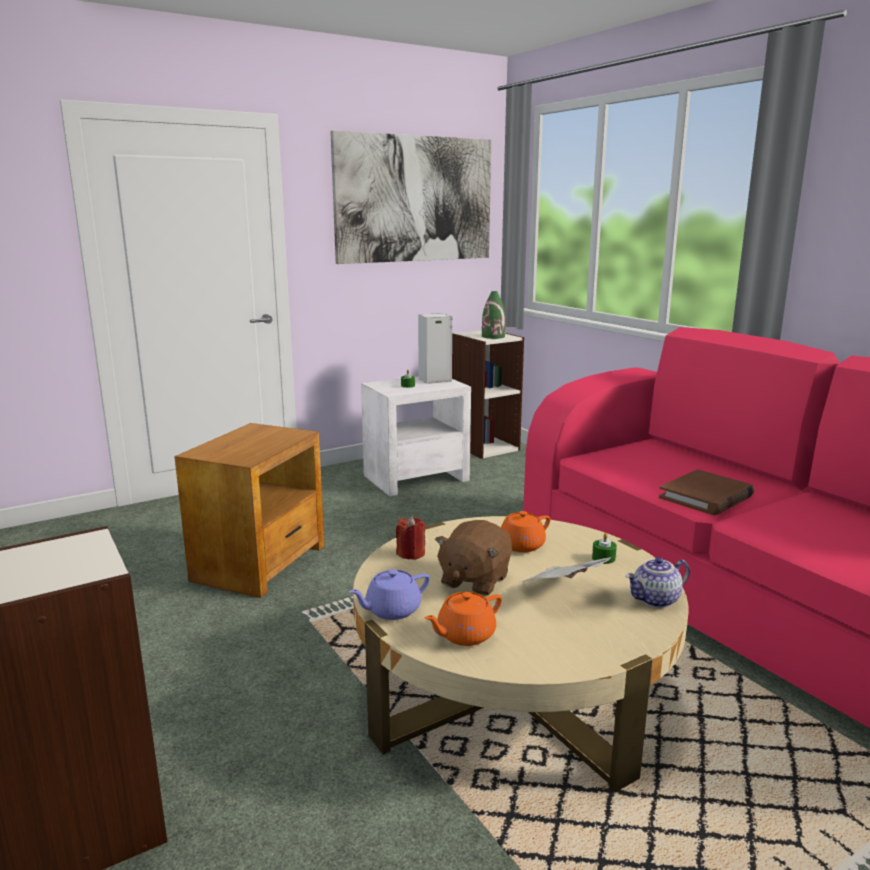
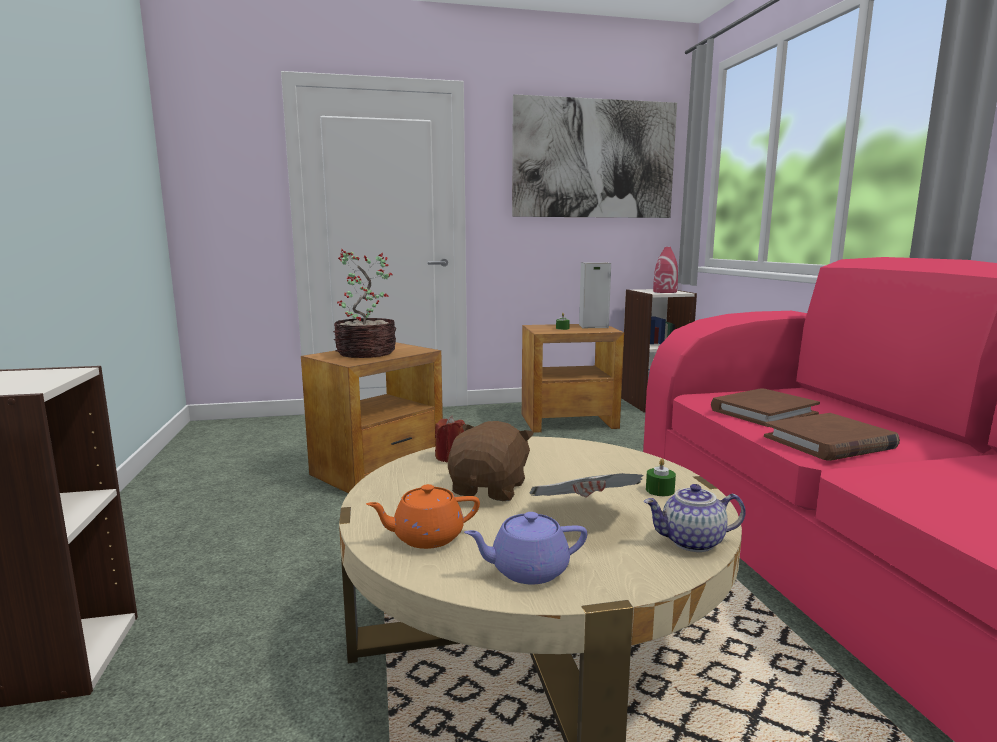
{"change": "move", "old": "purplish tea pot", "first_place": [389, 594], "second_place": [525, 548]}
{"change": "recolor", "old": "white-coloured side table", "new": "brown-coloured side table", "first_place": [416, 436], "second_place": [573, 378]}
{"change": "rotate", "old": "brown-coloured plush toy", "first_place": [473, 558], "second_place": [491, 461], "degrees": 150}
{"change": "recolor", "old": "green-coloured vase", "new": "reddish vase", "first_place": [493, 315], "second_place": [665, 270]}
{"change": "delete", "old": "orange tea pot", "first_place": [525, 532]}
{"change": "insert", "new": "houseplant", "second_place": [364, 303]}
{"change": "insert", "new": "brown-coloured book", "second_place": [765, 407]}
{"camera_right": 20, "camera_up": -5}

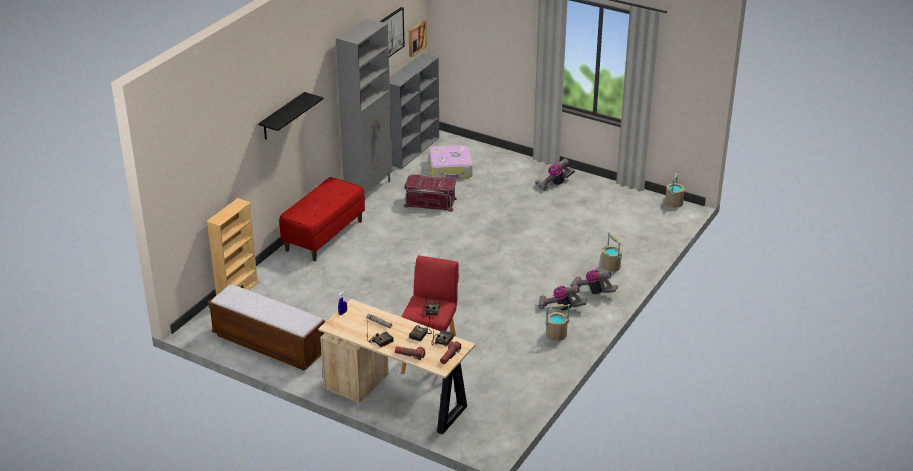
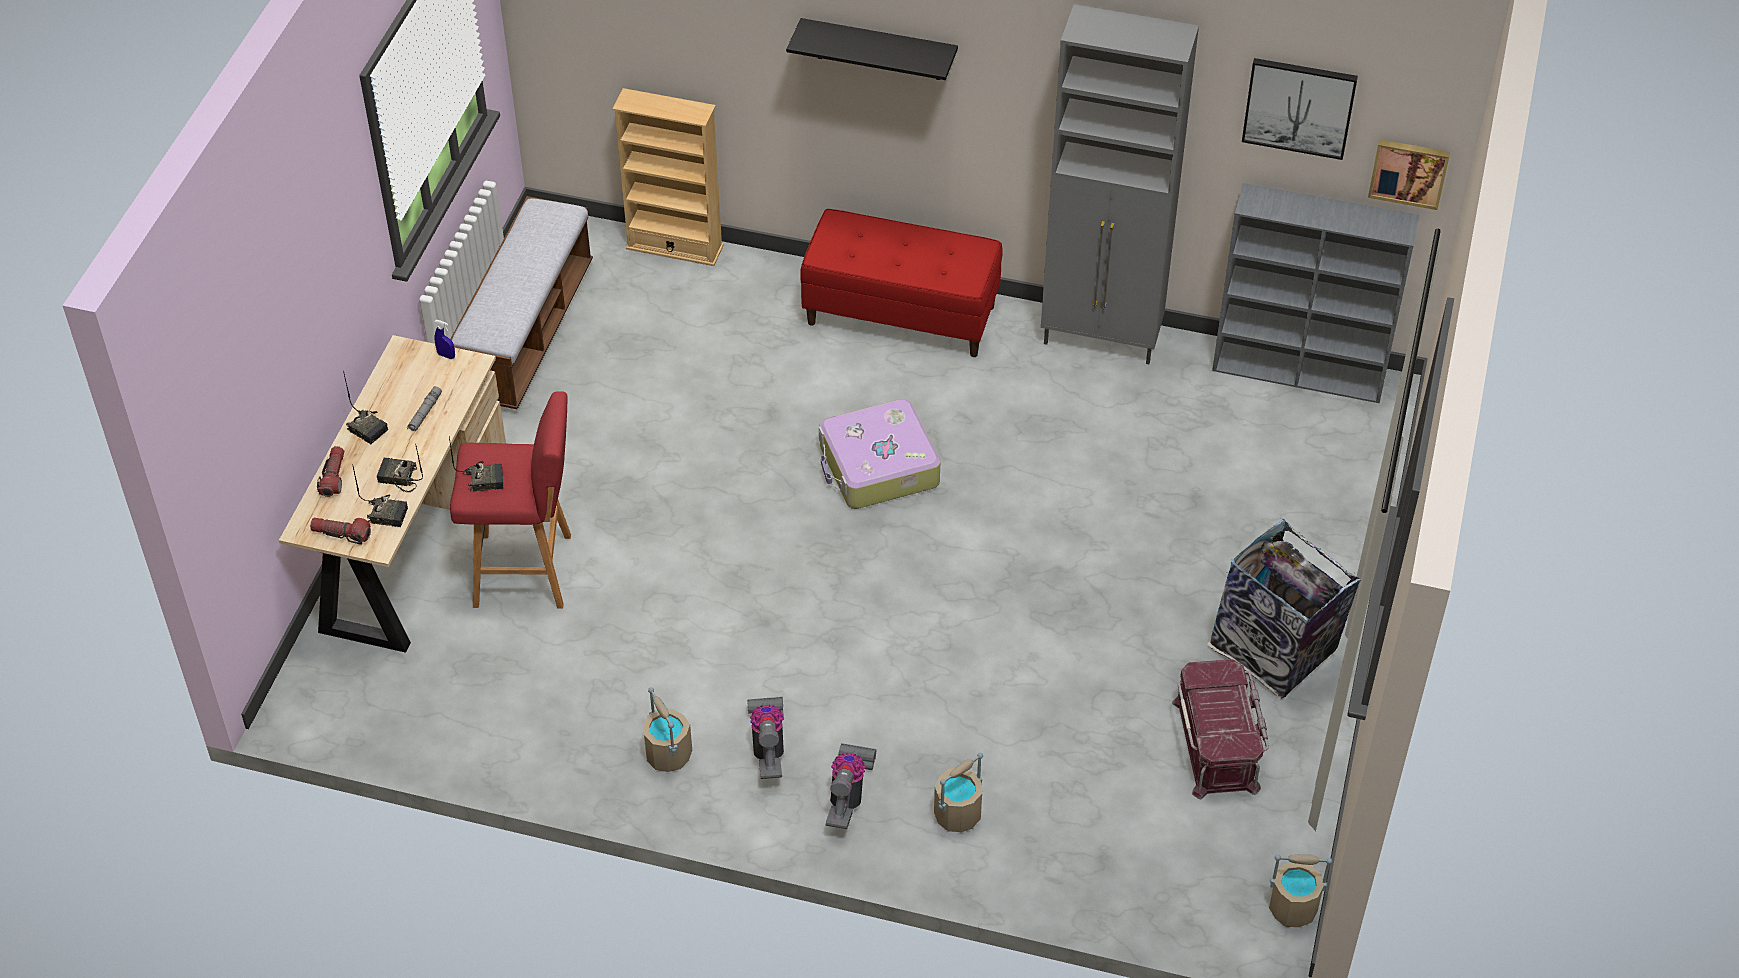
{"change": "move", "old": "reddish storage box", "first_place": [430, 193], "second_place": [1220, 729]}
{"change": "move", "old": "travel case", "first_place": [451, 162], "second_place": [879, 454]}
{"change": "replace", "old": "vacuum cleaner", "new": "waste bin", "first_place": [555, 174], "second_place": [1284, 609]}
{"camera_right": 75, "camera_up": 15}

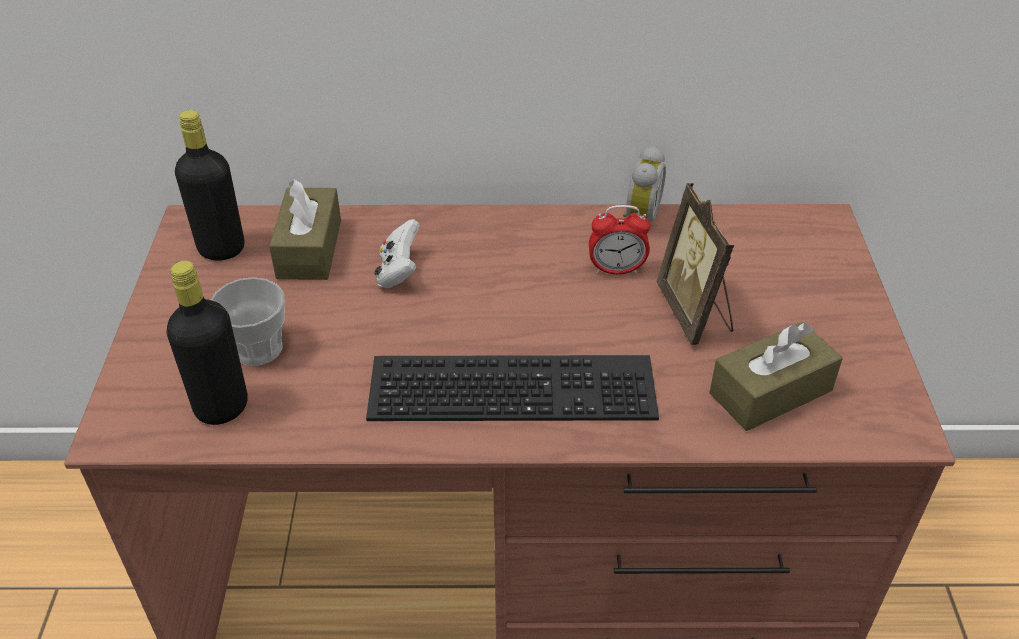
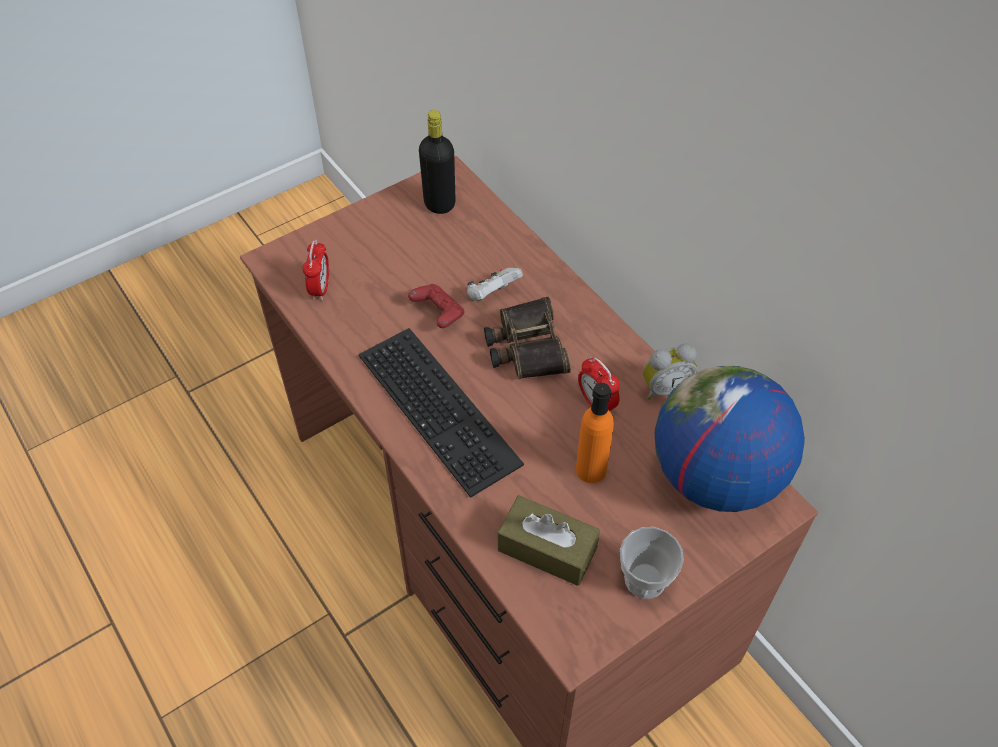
{"change": "replace", "old": "black-coloured drink bottle", "new": "bedside clock", "first_place": [207, 343], "second_place": [315, 270]}
{"change": "move", "old": "small cup", "first_place": [248, 321], "second_place": [652, 563]}
{"change": "delete", "old": "brown-coloured tissue holder", "first_place": [305, 230]}
{"change": "replace", "old": "standing frame", "new": "orange drink bottle", "first_place": [695, 264], "second_place": [595, 433]}
{"change": "insert", "new": "reddish gamepad", "second_place": [436, 306]}
{"change": "insert", "new": "binoculars", "second_place": [527, 338]}
{"change": "insert", "new": "desk globe", "second_place": [730, 438]}
{"camera_right": 55, "camera_up": 10}

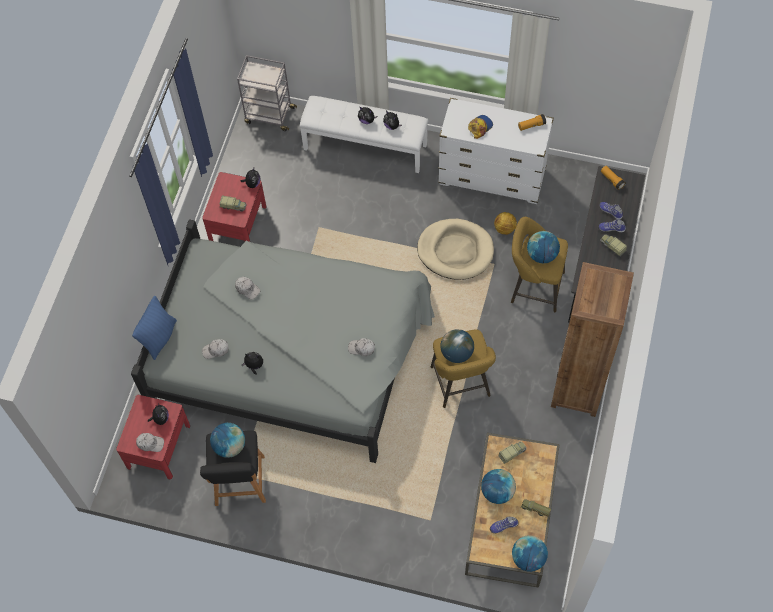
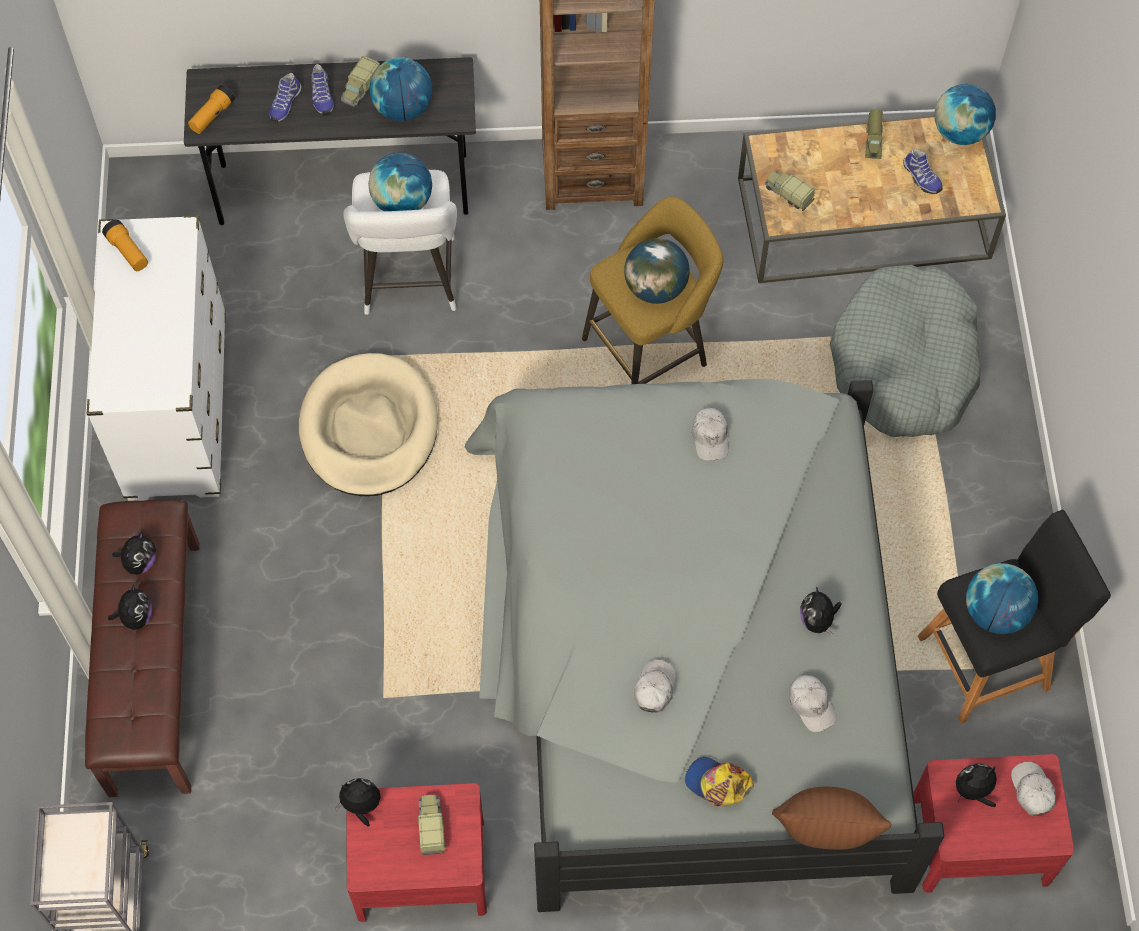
{"change": "recolor", "old": "bluish pillow", "new": "brown-coloured pillow", "first_place": [154, 328], "second_place": [831, 818]}
{"change": "recolor", "old": "white-coloured bench", "new": "brown-coloured bench", "first_place": [364, 134], "second_place": [142, 648]}
{"change": "move", "old": "peaked cap", "first_place": [480, 127], "second_place": [719, 781]}
{"change": "move", "old": "desk globe", "first_place": [498, 486], "second_place": [401, 89]}
{"change": "delete", "old": "ball for football", "first_place": [505, 223]}
{"change": "recolor", "old": "yellow stool seat", "new": "white-coloured stool seat", "first_place": [539, 265], "second_place": [400, 242]}
{"change": "insert", "new": "greyish dog bed", "second_place": [905, 351]}
{"camera_right": -110, "camera_up": 0}

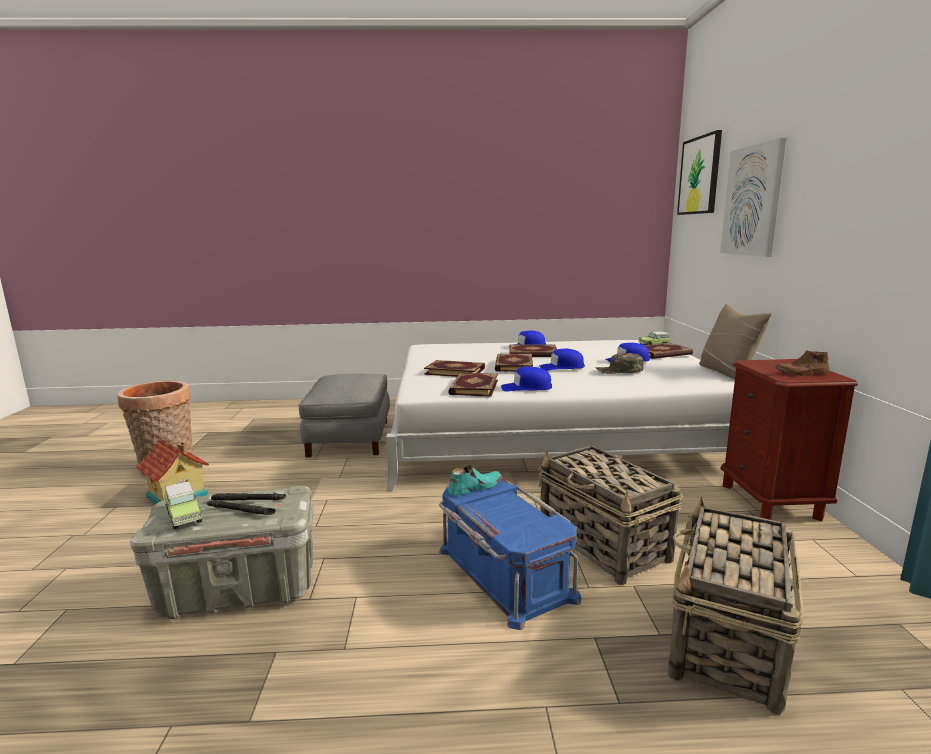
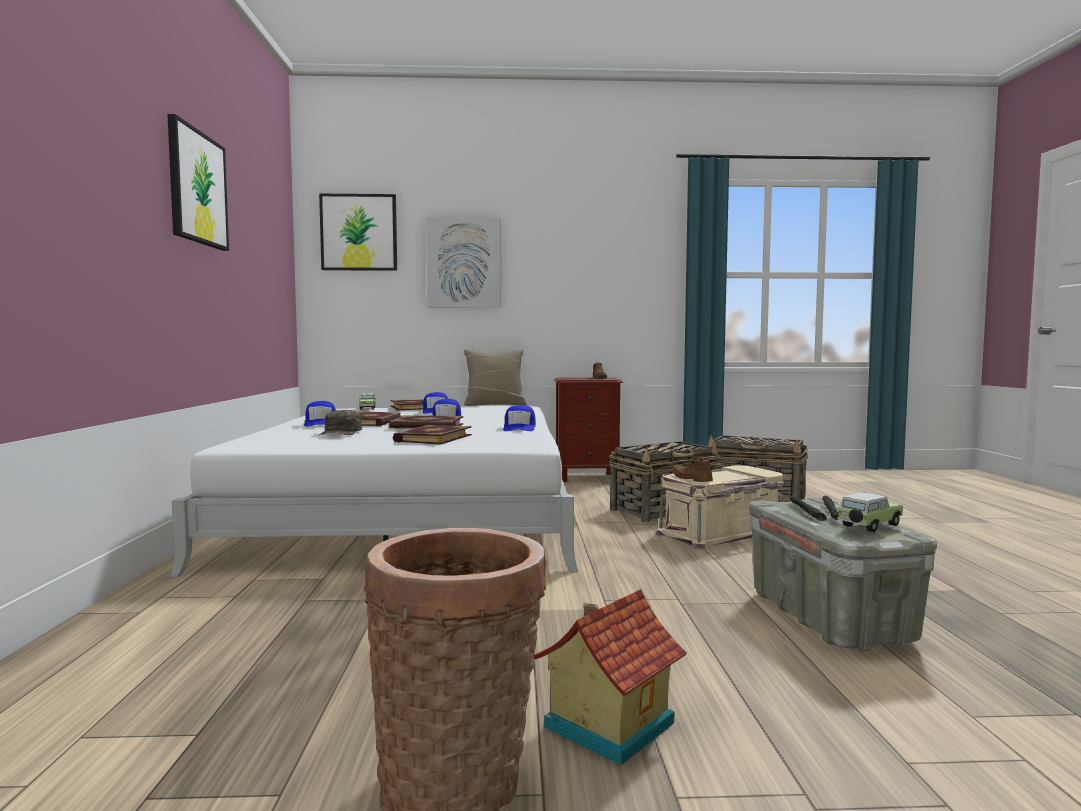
{"change": "delete", "old": "greyish pouffe", "first_place": [344, 415]}
{"change": "recolor", "old": "bluish storage box", "new": "beige-coloured storage box", "first_place": [510, 553], "second_place": [720, 507]}
{"change": "delete", "old": "book", "first_place": [473, 385]}
{"change": "recolor", "old": "turquoise item of footwear", "new": "brown-coloured item of footwear", "first_place": [475, 480], "second_place": [692, 469]}
{"change": "move", "old": "green-coloured peaked cap", "first_place": [619, 363], "second_place": [340, 422]}
{"change": "insert", "new": "picture", "second_place": [198, 182]}
{"camera_right": -90, "camera_up": -10}

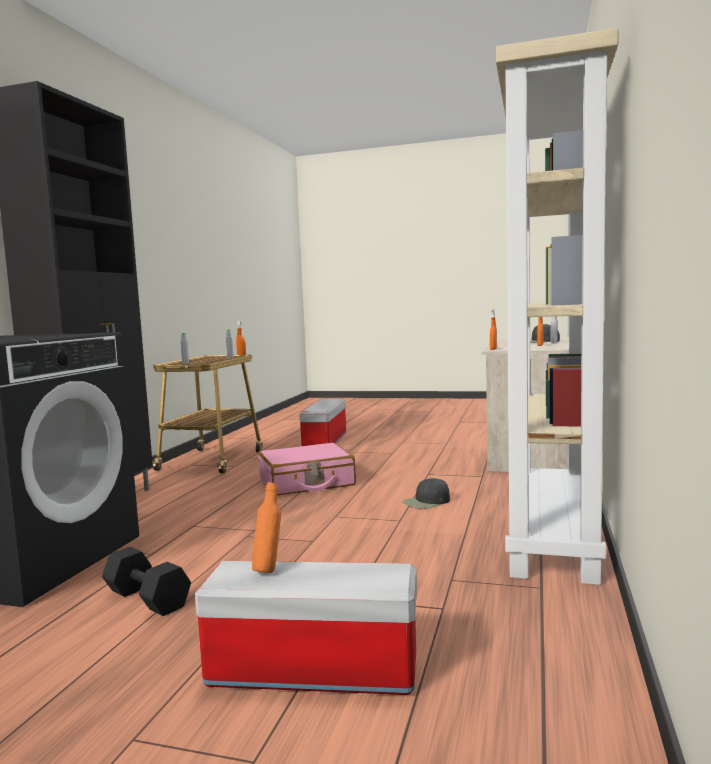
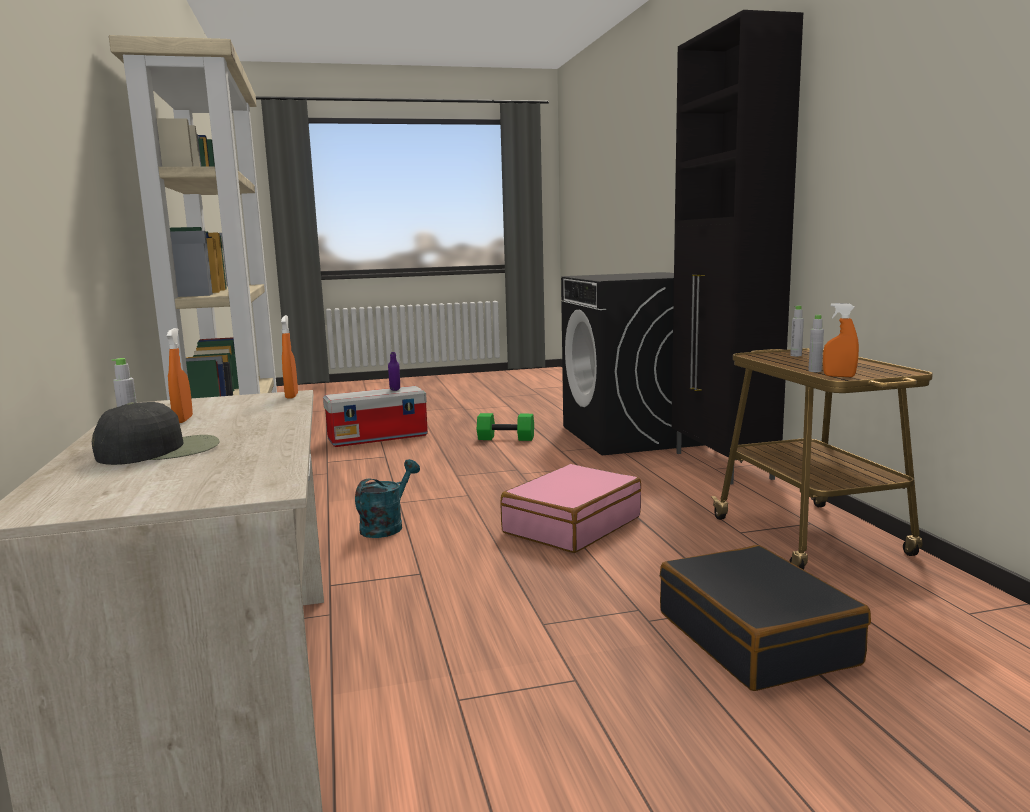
{"change": "recolor", "old": "black-coloured hand weight", "new": "green-coloured hand weight", "first_place": [146, 581], "second_place": [505, 427]}
{"change": "recolor", "old": "orange drink bottle", "new": "purplish drink bottle", "first_place": [266, 527], "second_place": [394, 371]}
{"change": "replace", "old": "storage box", "new": "black-coloured travel case", "first_place": [323, 422], "second_place": [765, 618]}
{"change": "replace", "old": "black-coloured peaked cap", "new": "turquoise watering can", "first_place": [426, 493], "second_place": [387, 498]}
{"camera_right": 150, "camera_up": 5}

